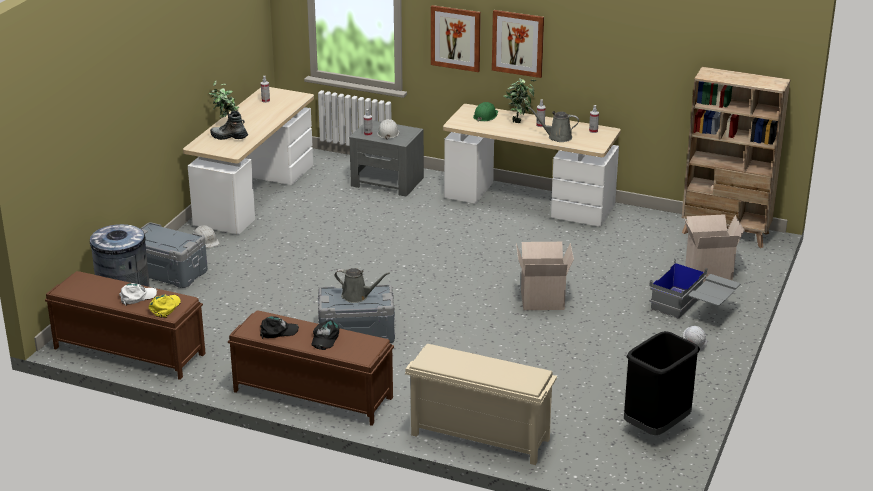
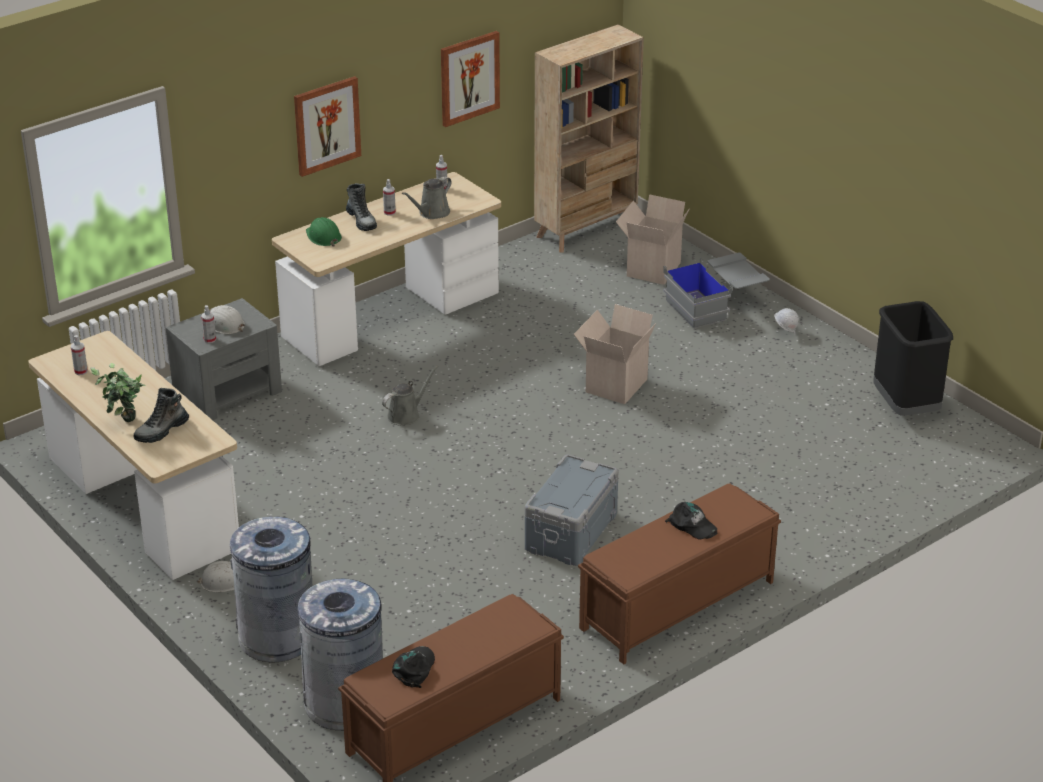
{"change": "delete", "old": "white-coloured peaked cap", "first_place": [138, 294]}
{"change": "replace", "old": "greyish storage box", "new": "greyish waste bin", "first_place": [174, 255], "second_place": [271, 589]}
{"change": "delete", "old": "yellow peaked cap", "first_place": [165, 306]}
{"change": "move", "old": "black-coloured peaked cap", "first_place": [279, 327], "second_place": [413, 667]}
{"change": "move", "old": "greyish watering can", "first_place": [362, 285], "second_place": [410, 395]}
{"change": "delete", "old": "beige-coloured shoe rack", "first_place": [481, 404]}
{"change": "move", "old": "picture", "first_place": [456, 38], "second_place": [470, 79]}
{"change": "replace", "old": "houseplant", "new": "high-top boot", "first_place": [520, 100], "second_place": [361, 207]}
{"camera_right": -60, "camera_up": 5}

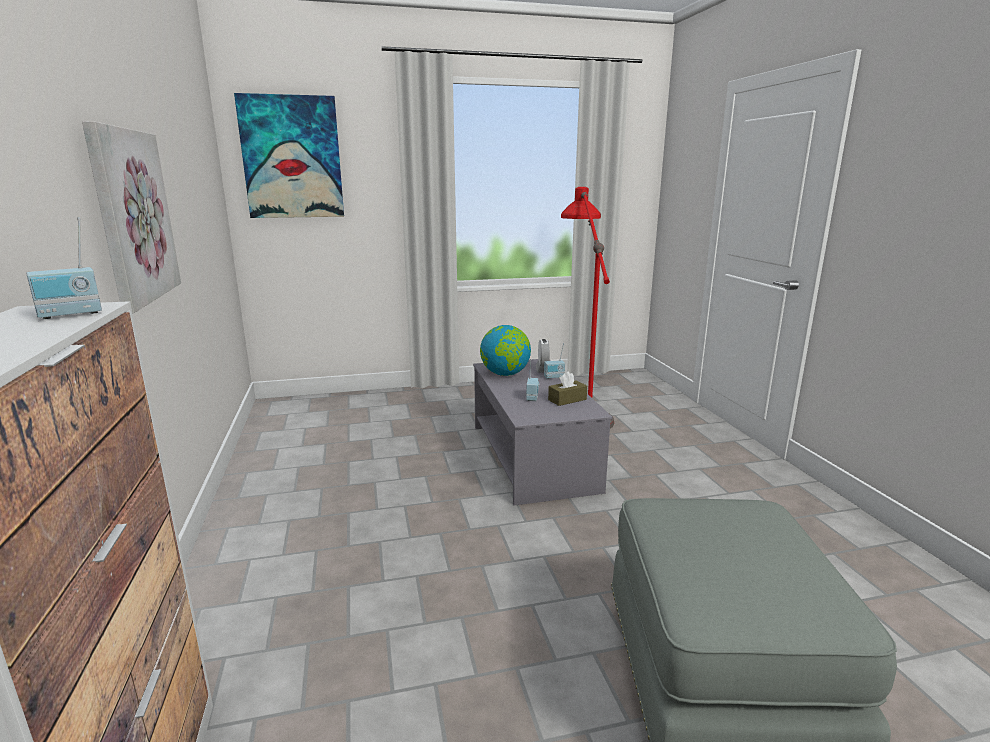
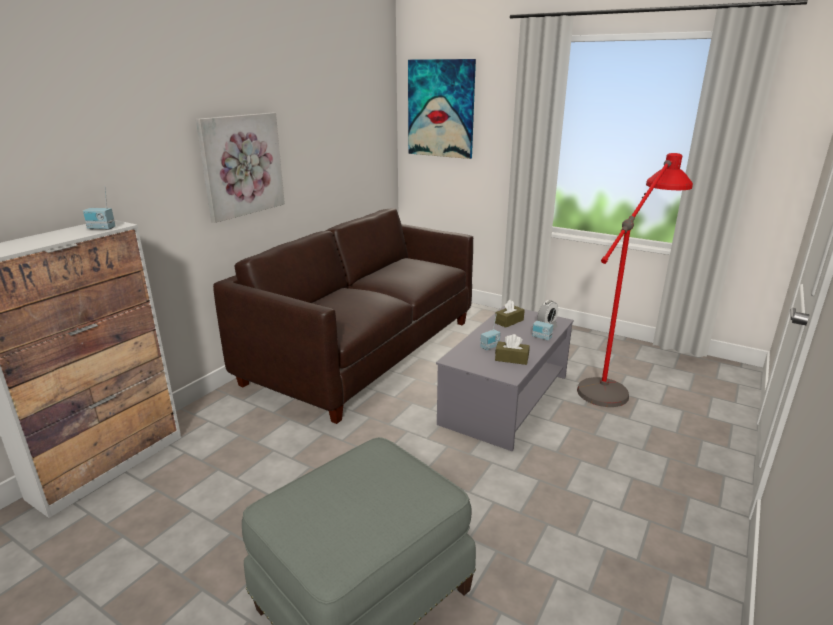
{"change": "replace", "old": "desk globe", "new": "brown-coloured tissue holder", "first_place": [505, 350], "second_place": [510, 313]}
{"change": "insert", "new": "brown-coloured couch", "second_place": [343, 316]}
{"camera_right": 45, "camera_up": 5}

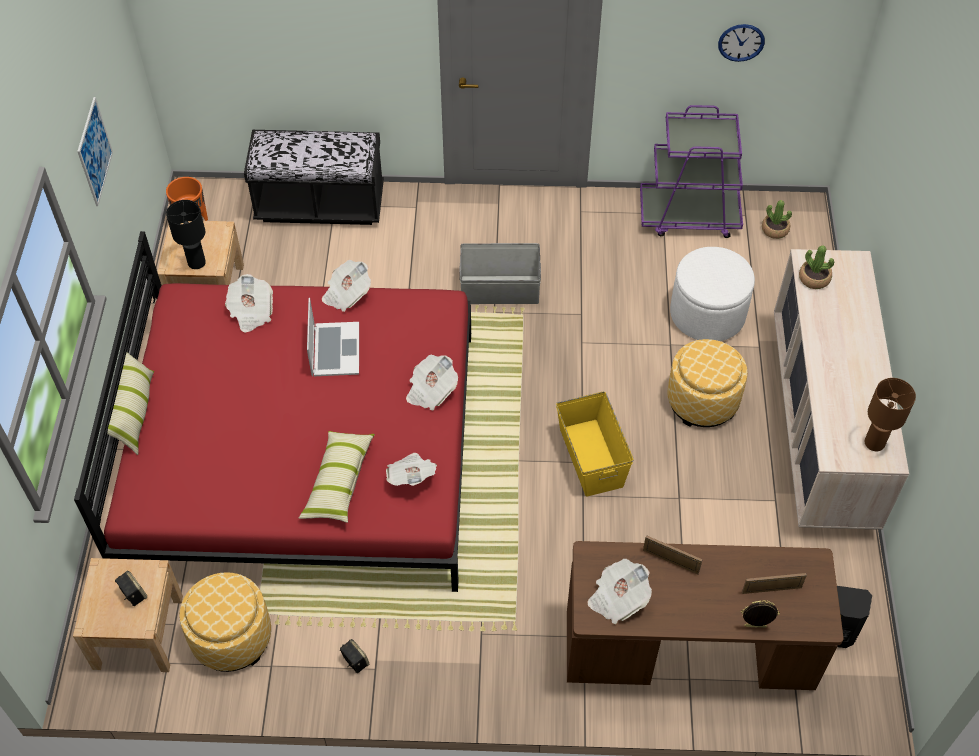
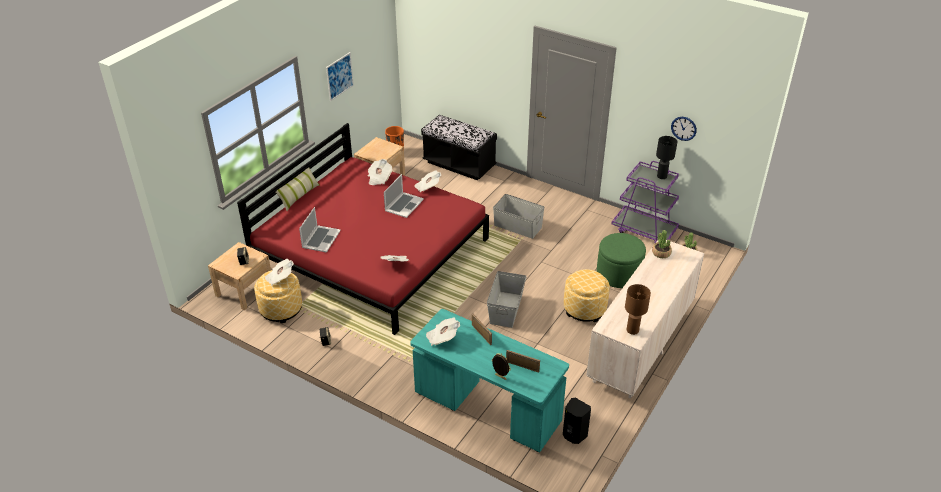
{"change": "move", "old": "black-coloured table lamp", "first_place": [186, 234], "second_place": [666, 157]}
{"change": "delete", "old": "pillow", "first_place": [337, 477]}
{"change": "move", "old": "daily paper", "first_place": [432, 382], "second_place": [279, 272]}
{"change": "recolor", "old": "yellow storage box", "new": "greyish storage box", "first_place": [595, 444], "second_place": [507, 299]}
{"change": "recolor", "old": "brown-coloured desk", "new": "turquoise desk", "first_place": [705, 615], "second_place": [489, 381]}
{"change": "recolor", "old": "white-coloured pouffe", "new": "green-coloured pouffe", "first_place": [712, 294], "second_place": [621, 260]}
{"change": "insert", "new": "portable computer", "second_place": [320, 230]}
{"camera_right": 30, "camera_up": -15}

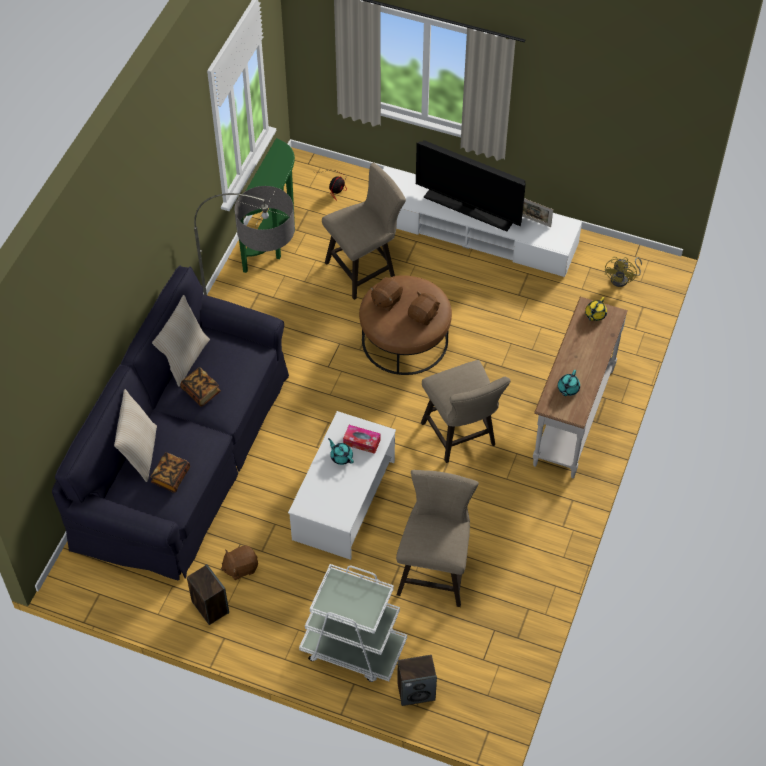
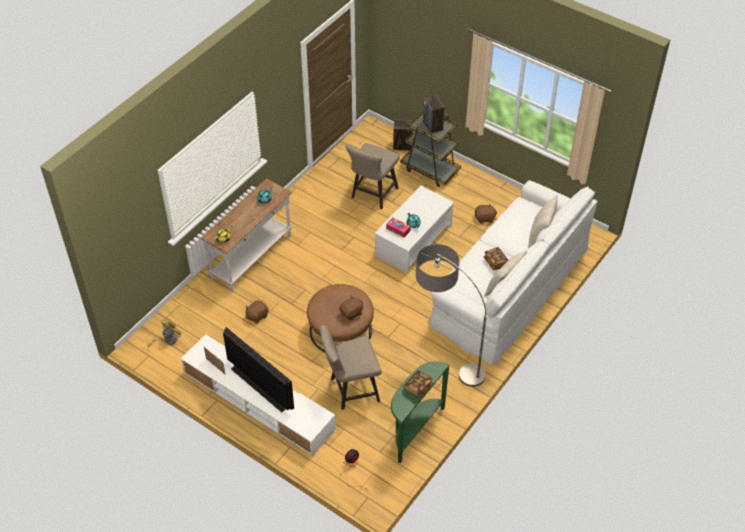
{"change": "recolor", "old": "black-coloured couch", "new": "white-coloured couch", "first_place": [170, 423], "second_place": [513, 272]}
{"change": "move", "old": "book", "first_place": [170, 472], "second_place": [418, 384]}
{"change": "move", "old": "speaker", "first_place": [208, 594], "second_place": [434, 114]}
{"change": "recolor", "old": "white-coloured wheeled cart", "new": "brown-coloured wheeled cart", "first_place": [353, 623], "second_place": [430, 149]}
{"change": "move", "old": "brown-coloured plush toy", "first_place": [424, 308], "second_place": [256, 312]}
{"change": "delete", "old": "beige-coloured stool seat", "first_place": [466, 411]}
{"camera_right": -165, "camera_up": -5}

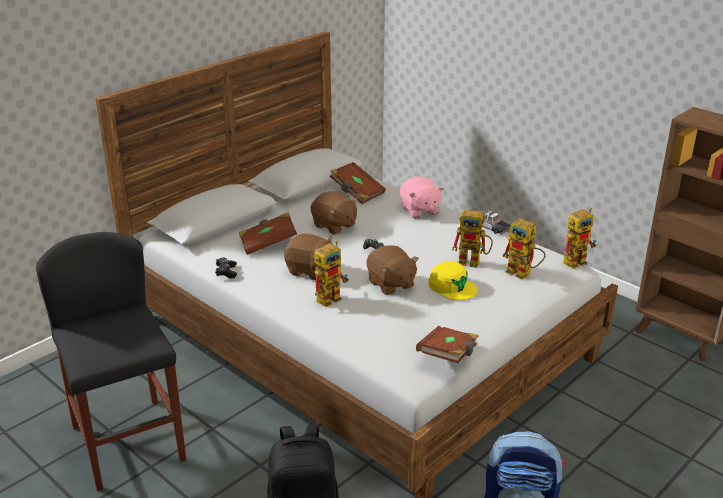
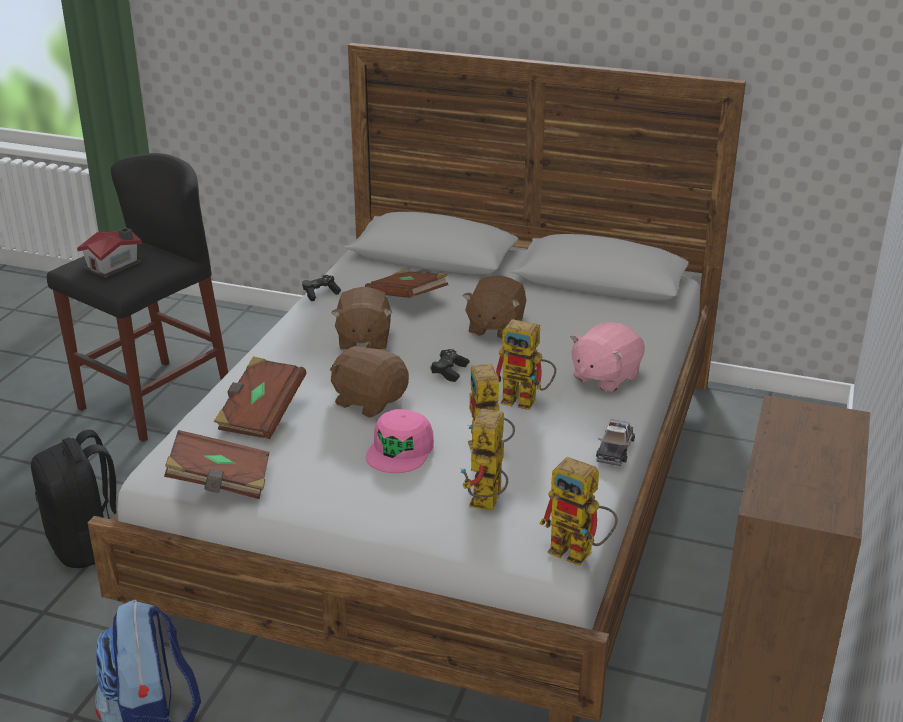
{"change": "move", "old": "toy robot", "first_place": [331, 274], "second_place": [526, 364]}
{"change": "move", "old": "brown-coloured book", "first_place": [358, 183], "second_place": [260, 397]}
{"change": "rotate", "old": "brown-coloured plush toy", "first_place": [393, 270], "second_place": [369, 379], "degrees": 90}
{"change": "recolor", "old": "yellow peaked cap", "new": "pink peaked cap", "first_place": [453, 280], "second_place": [400, 441]}
{"change": "insert", "new": "miniature house", "second_place": [109, 252]}
{"camera_right": 65, "camera_up": 0}

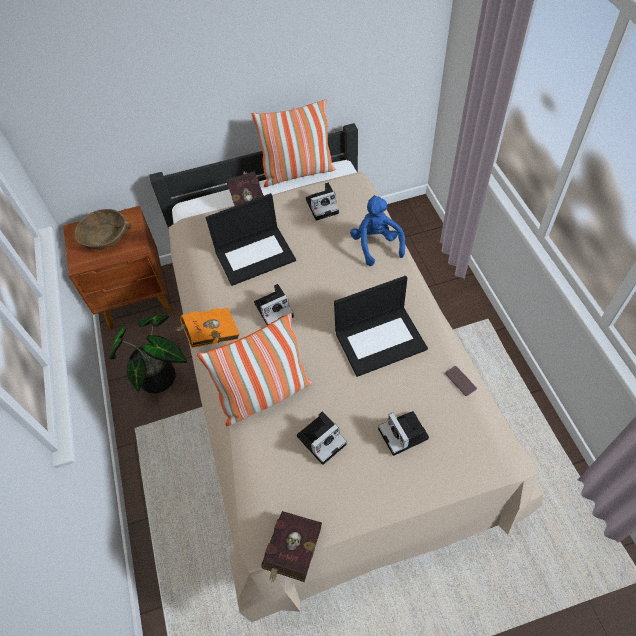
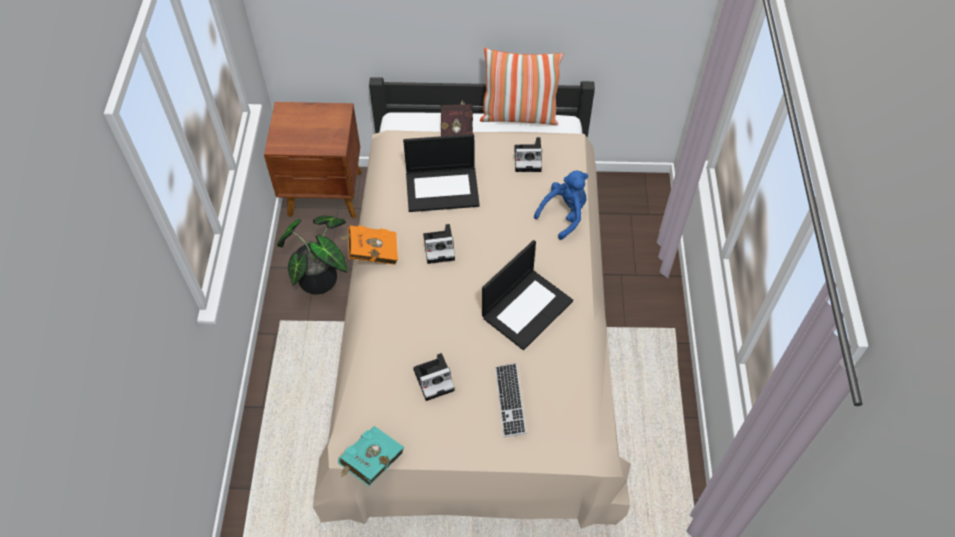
{"change": "delete", "old": "brown-coloured serving bowl", "first_place": [102, 229]}
{"change": "delete", "old": "pillow", "first_place": [254, 369]}
{"change": "recolor", "old": "reddish book", "new": "turquoise book", "first_place": [291, 547], "second_place": [371, 456]}
{"change": "rotate", "old": "portable computer", "first_place": [381, 326], "second_place": [527, 295], "degrees": -45}
{"change": "rotate", "old": "bluish plush toy", "first_place": [377, 230], "second_place": [561, 205], "degrees": 45}
{"change": "replace", "old": "still camera", "new": "keyboard", "first_place": [403, 433], "second_place": [511, 400]}
{"change": "delete", "old": "handset", "first_place": [461, 381]}
{"camera_right": 15, "camera_up": 0}

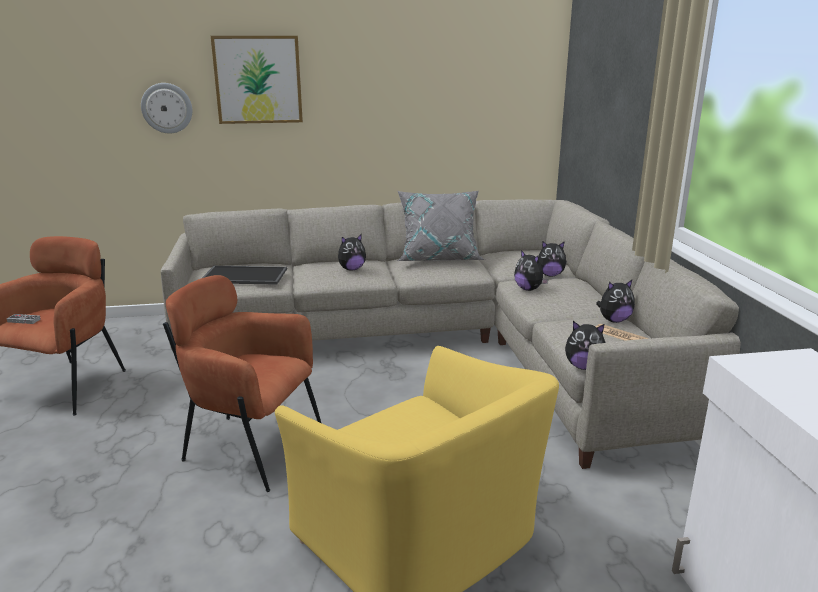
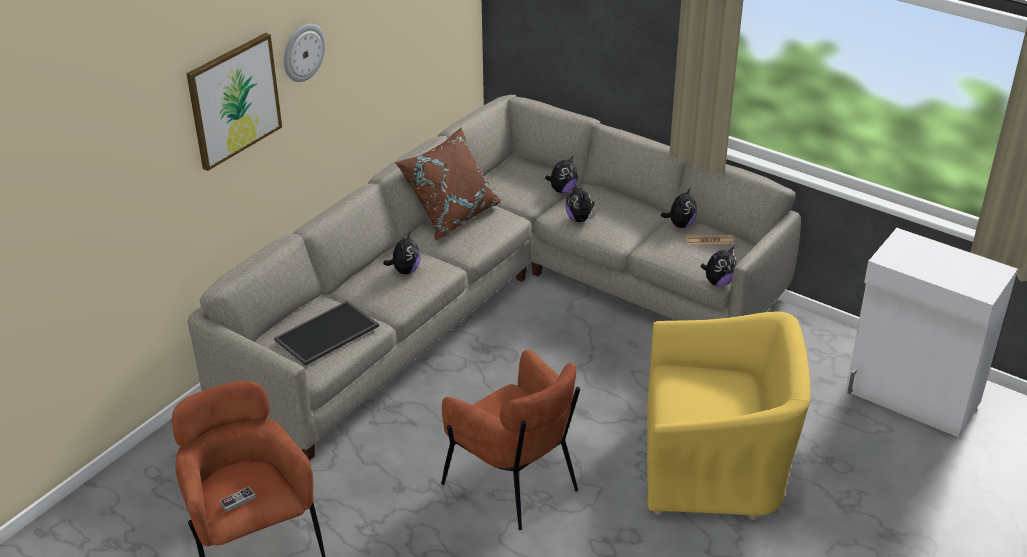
{"change": "move", "old": "clock on the wall", "first_place": [166, 108], "second_place": [305, 53]}
{"change": "rotate", "old": "brown-coloured easy chair", "first_place": [242, 383], "second_place": [510, 440], "degrees": -105}
{"change": "recolor", "old": "greyish pillow", "new": "brown-coloured pillow", "first_place": [441, 226], "second_place": [447, 184]}
{"change": "rotate", "old": "plush toy", "first_place": [531, 270], "second_place": [580, 202], "degrees": 60}
{"camera_right": -45, "camera_up": 15}

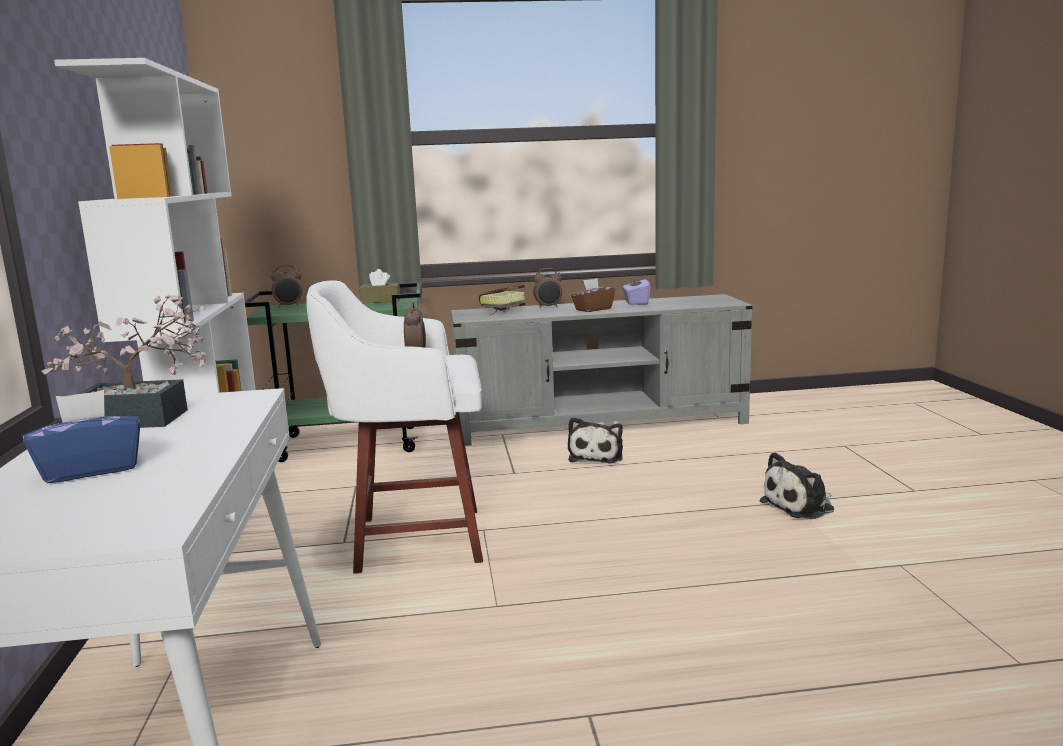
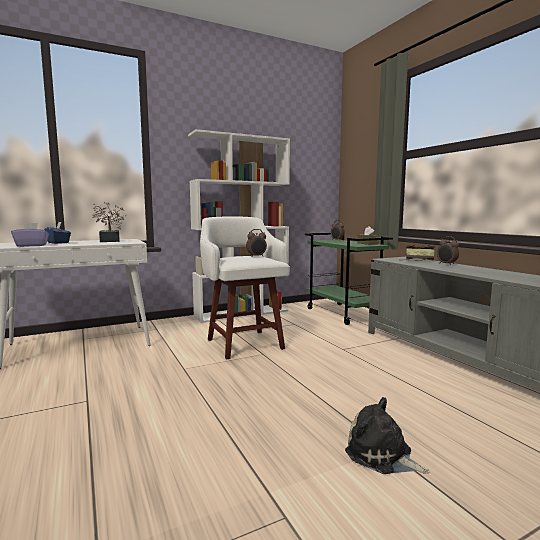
{"change": "delete", "old": "plush toy", "first_place": [595, 440]}
{"change": "delete", "old": "brown-coloured tissue holder", "first_place": [593, 295]}
{"change": "move", "old": "purplish tissue holder", "first_place": [636, 290], "second_place": [30, 235]}
{"camera_right": 70, "camera_up": -5}

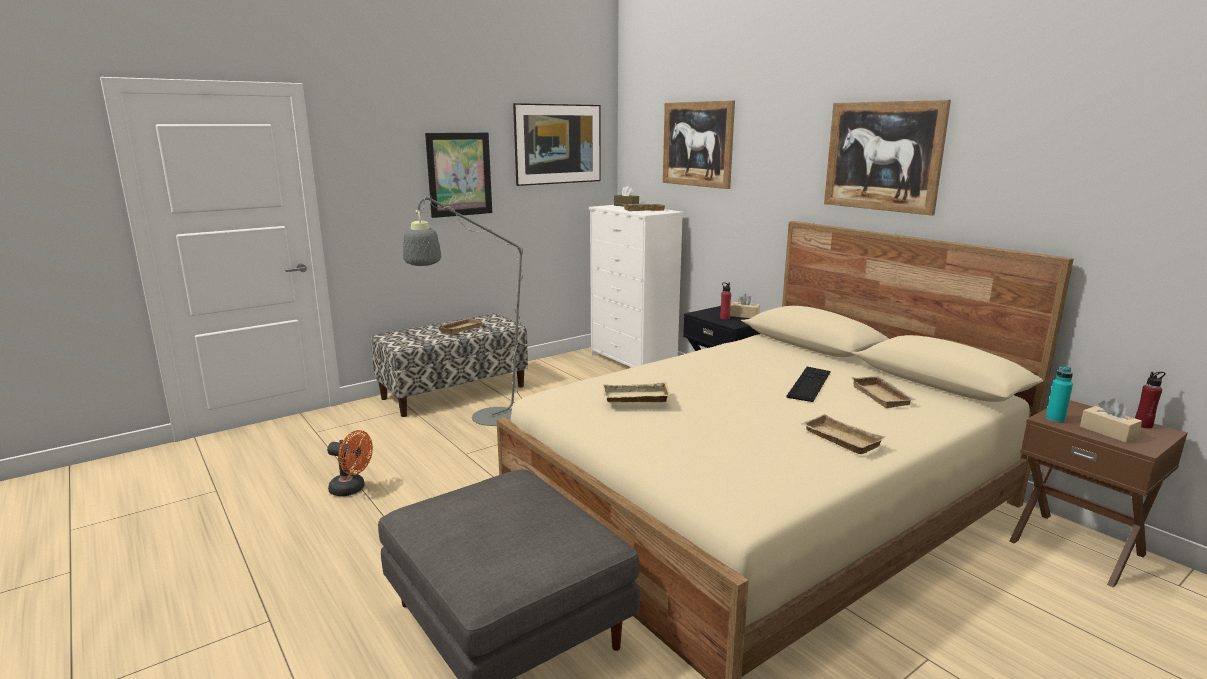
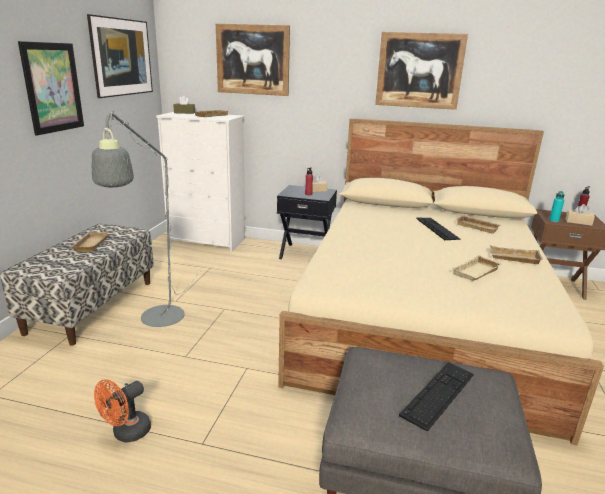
{"change": "rotate", "old": "orange fan", "first_place": [350, 463], "second_place": [122, 410], "degrees": 150}
{"change": "move", "old": "beige-coloured tray", "first_place": [636, 392], "second_place": [477, 268]}
{"change": "insert", "new": "keyboard", "second_place": [436, 397]}
{"camera_right": -40, "camera_up": 5}

